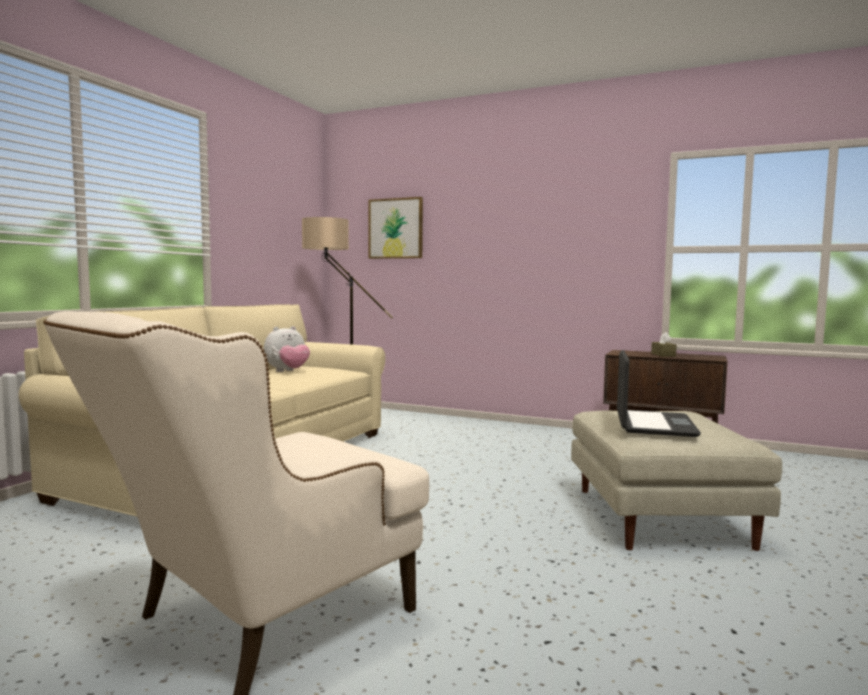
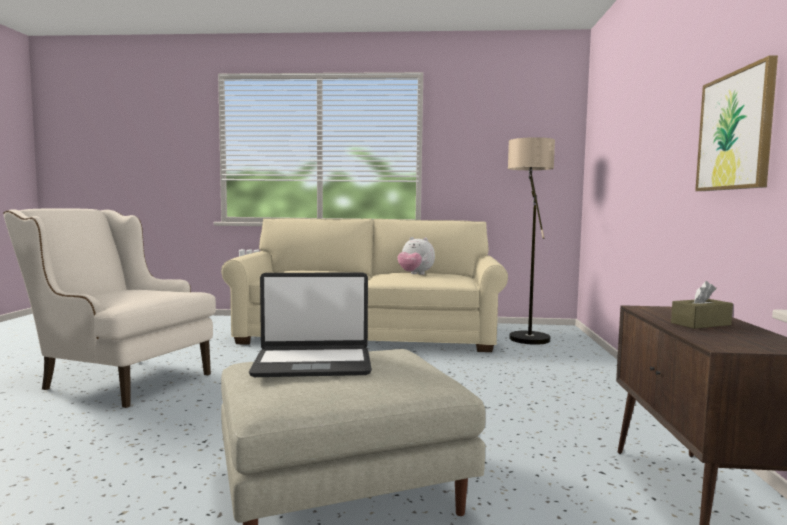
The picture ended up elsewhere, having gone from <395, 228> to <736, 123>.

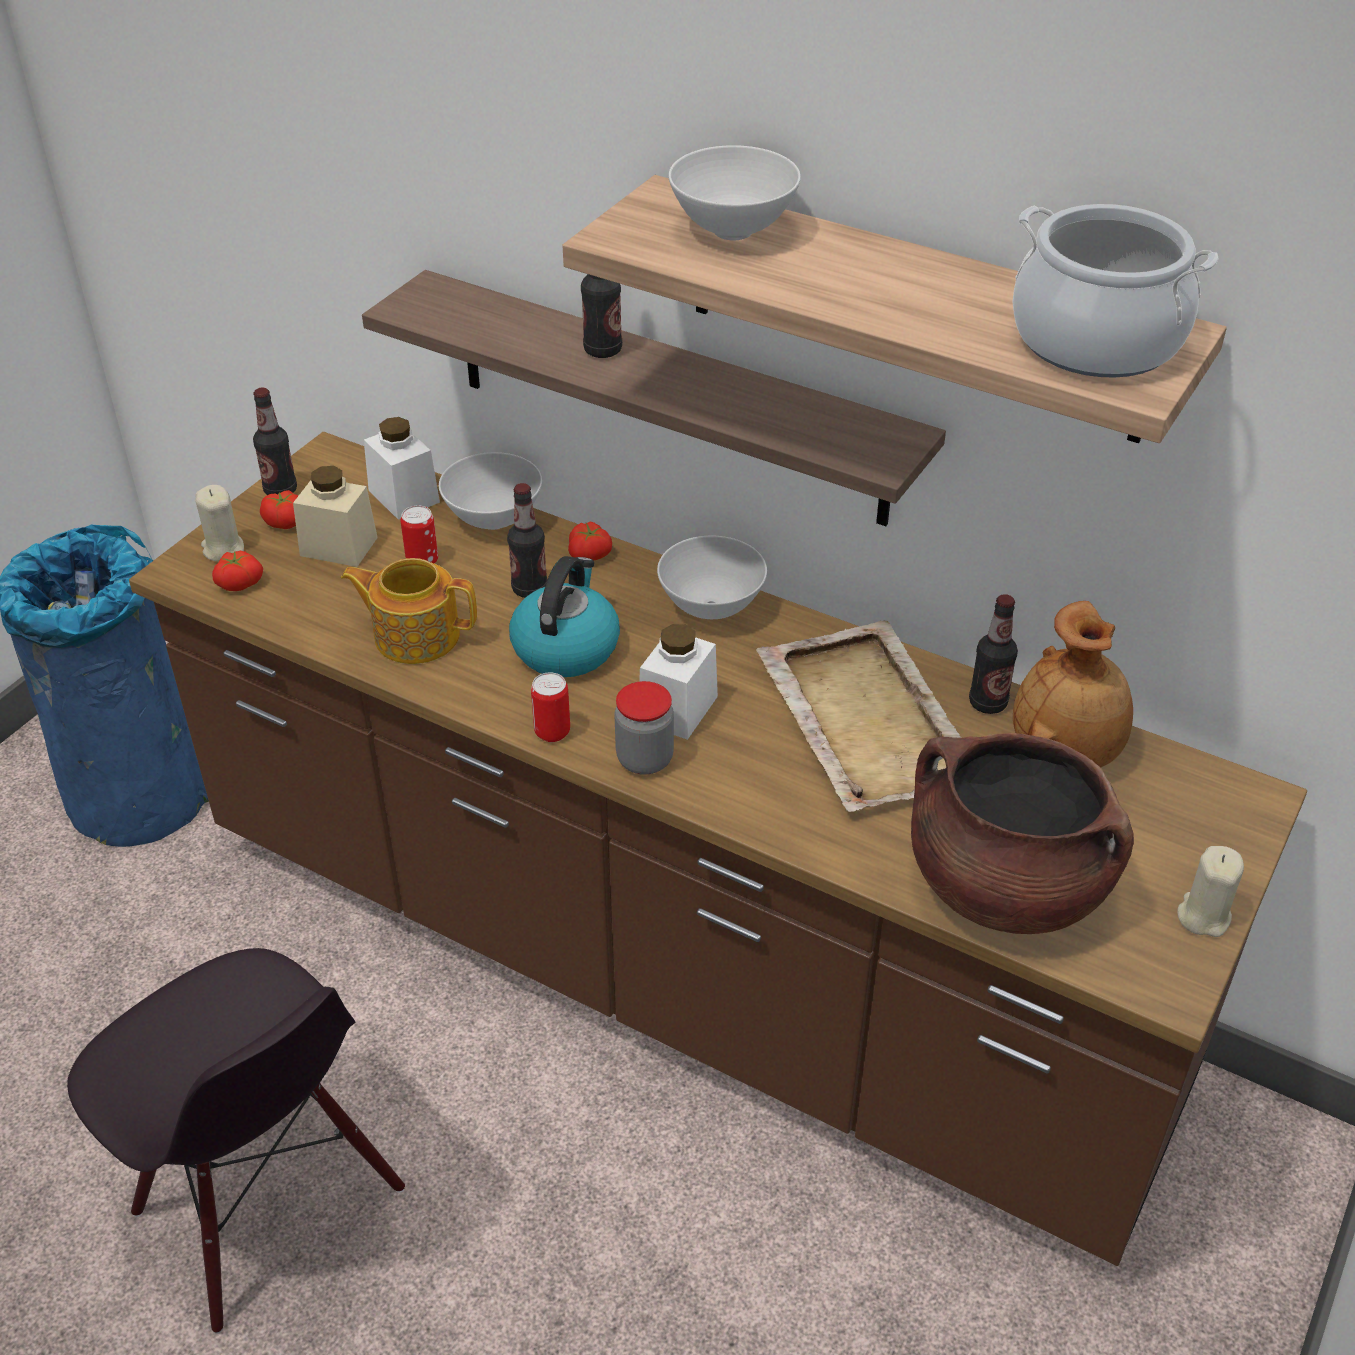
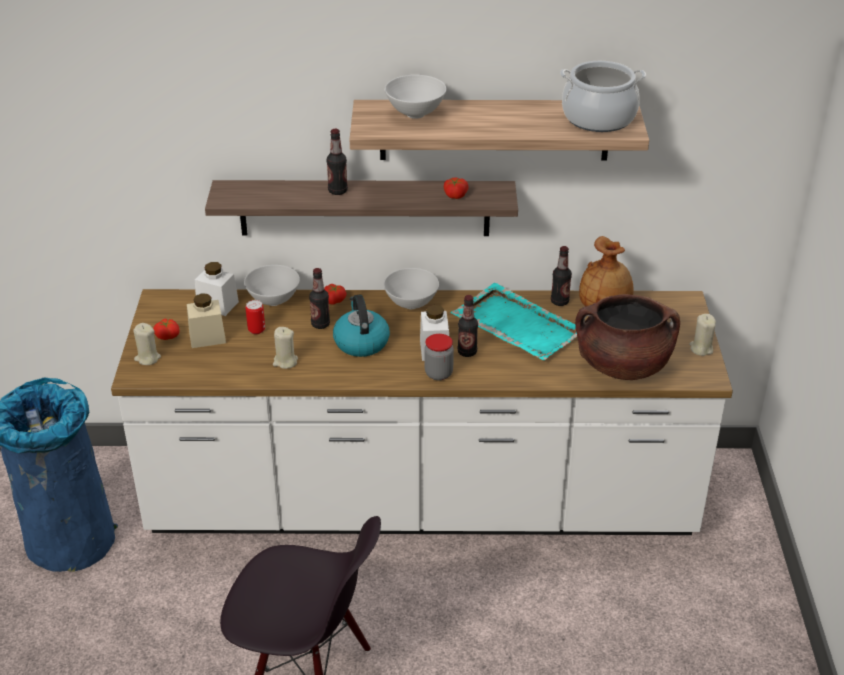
What was the brown counter at <718, 849> turned into the white counter at <422, 412>. The tomato ended up elsewhere, having gone from <237, 571> to <456, 188>. The bottle ended up elsewhere, having gone from <275, 441> to <468, 326>. Where the teapot stood at <409, 611>, the beige candle came to stand at <285, 348>. The second view lost the can at <550, 707>. What was the beige tray at <859, 716> turned into the turquoise tray at <513, 321>.

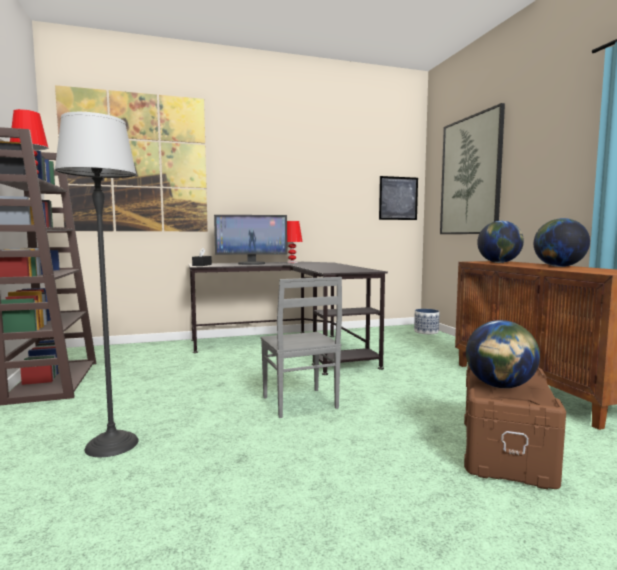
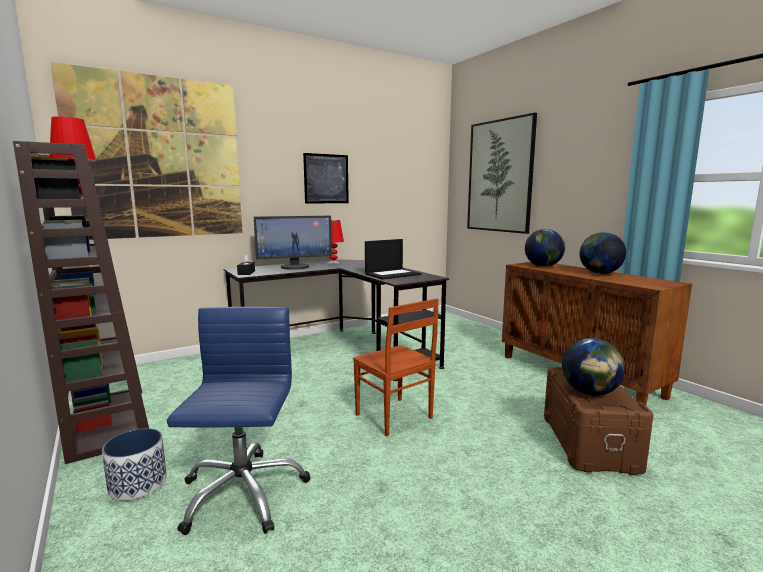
Where the floor lamp stood at <97, 284>, the blue office chair came to stand at <239, 421>. What was the grey chair at <301, 347> turned into the brown chair at <396, 367>. The picture ended up elsewhere, having gone from <398, 198> to <326, 178>. The planter ended up elsewhere, having gone from <426, 321> to <134, 464>. The second view gained the laptop at <393, 259>.

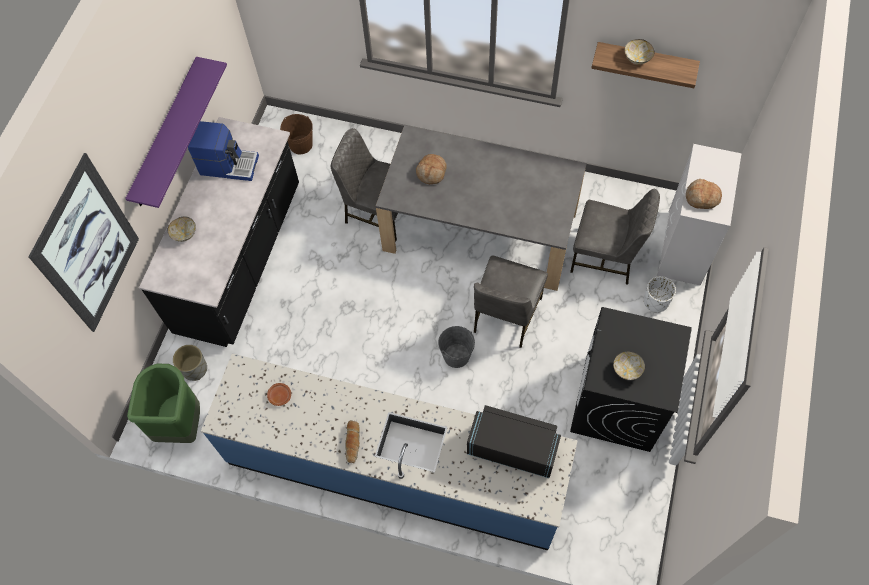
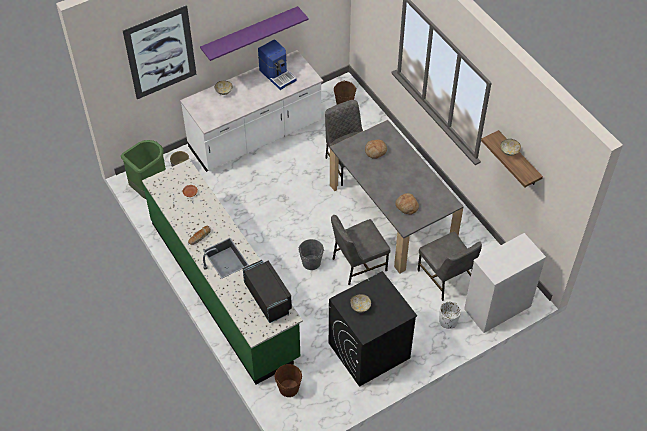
What was the black counter at <219, 232> turned into the white counter at <251, 111>. What was the blue counter at <389, 451> turned into the green counter at <222, 272>. The bread ended up elsewhere, having gone from <704, 194> to <407, 203>. The second view gained the brown bucket at <288, 380>.

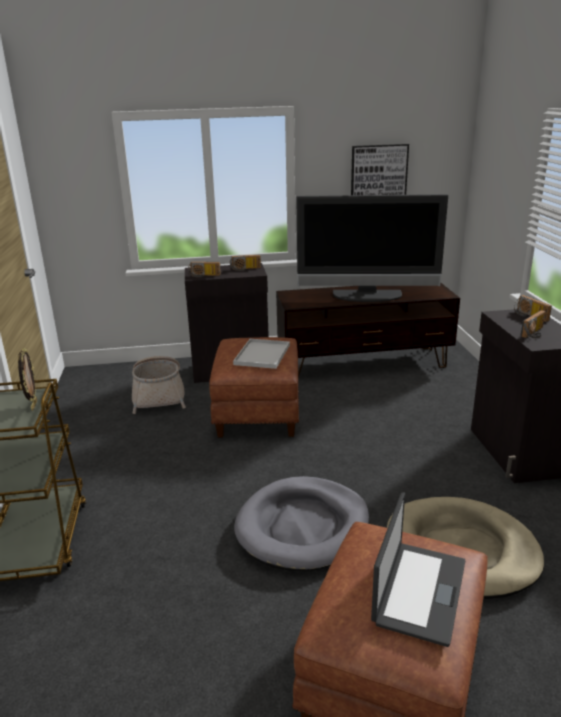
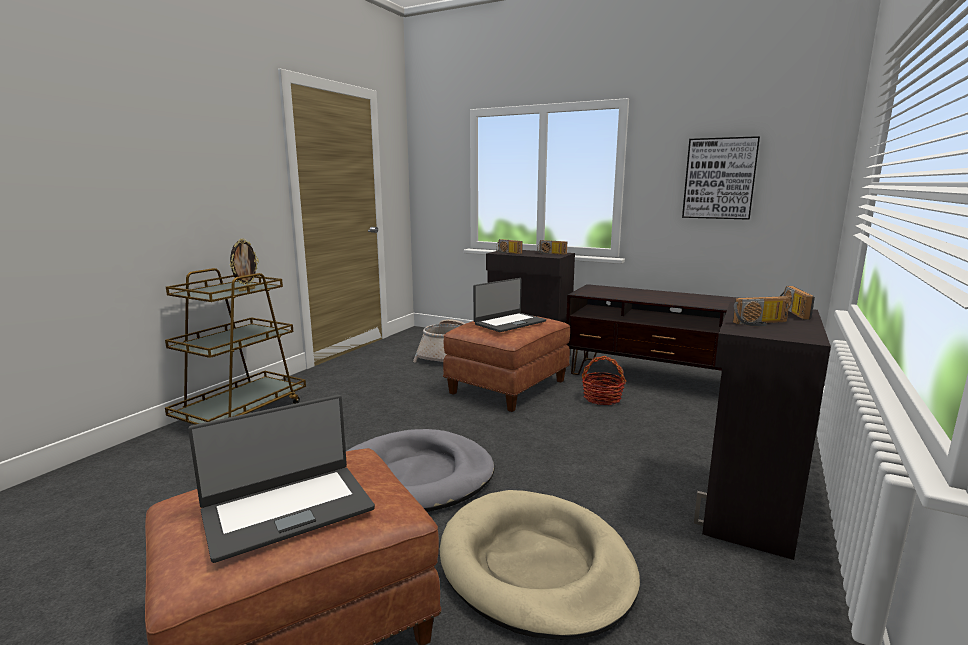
Where the white tray stood at <261, 354>, the laptop came to stand at <509, 305>. The second view lost the television at <372, 248>. The second view gained the basket at <604, 380>.

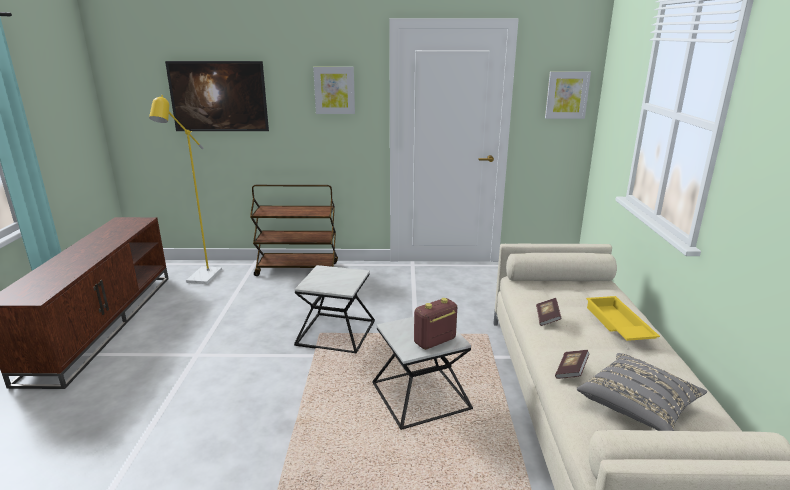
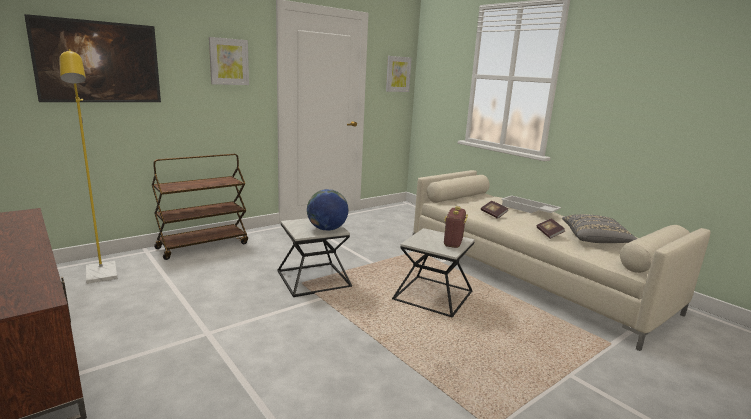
What was the yellow tray at <623, 318> turned into the white tray at <531, 204>. The second view gained the globe at <327, 210>.

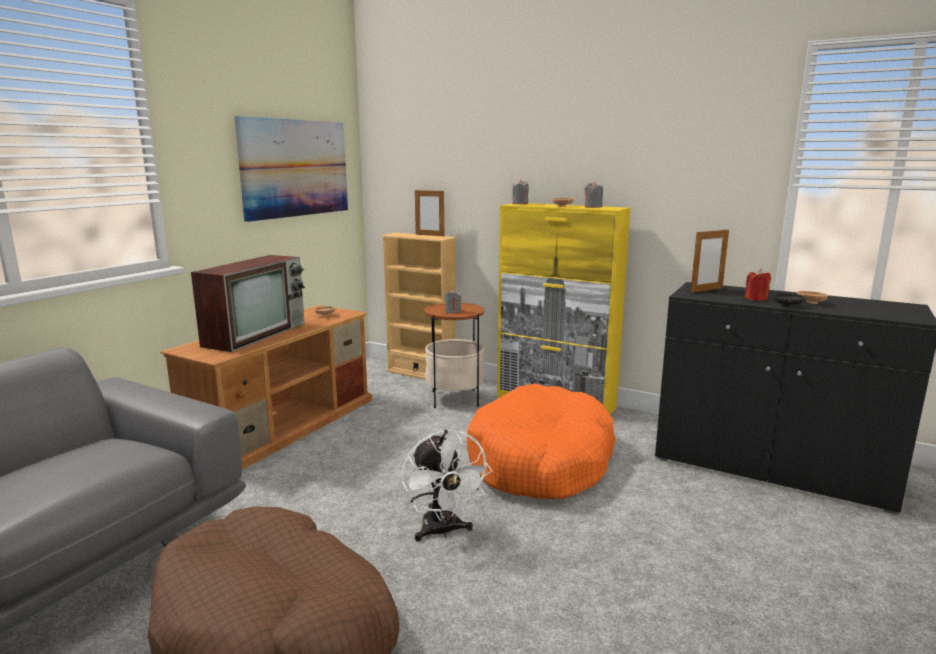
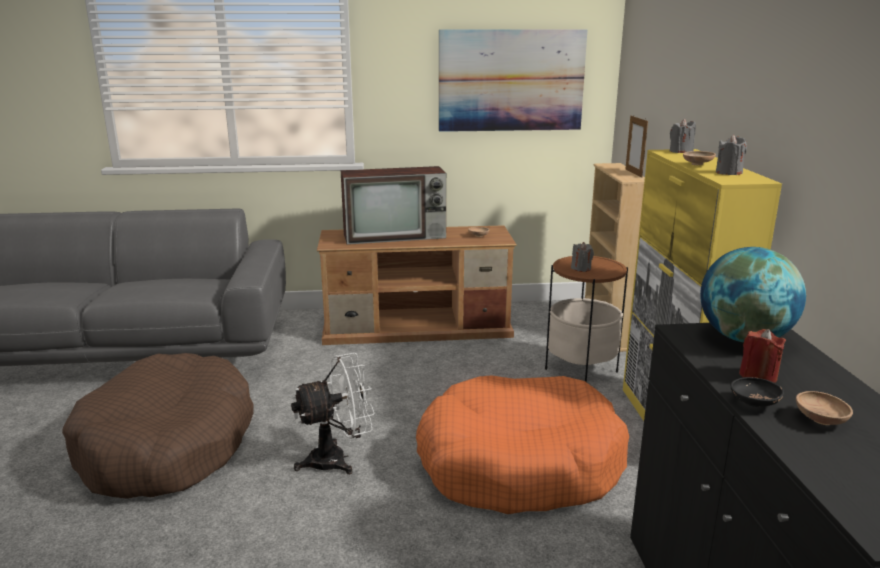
The white fan at <446, 485> ended up facing another way, 150 degrees counterclockwise from before. Where the picture frame stood at <710, 261>, the globe came to stand at <753, 295>.

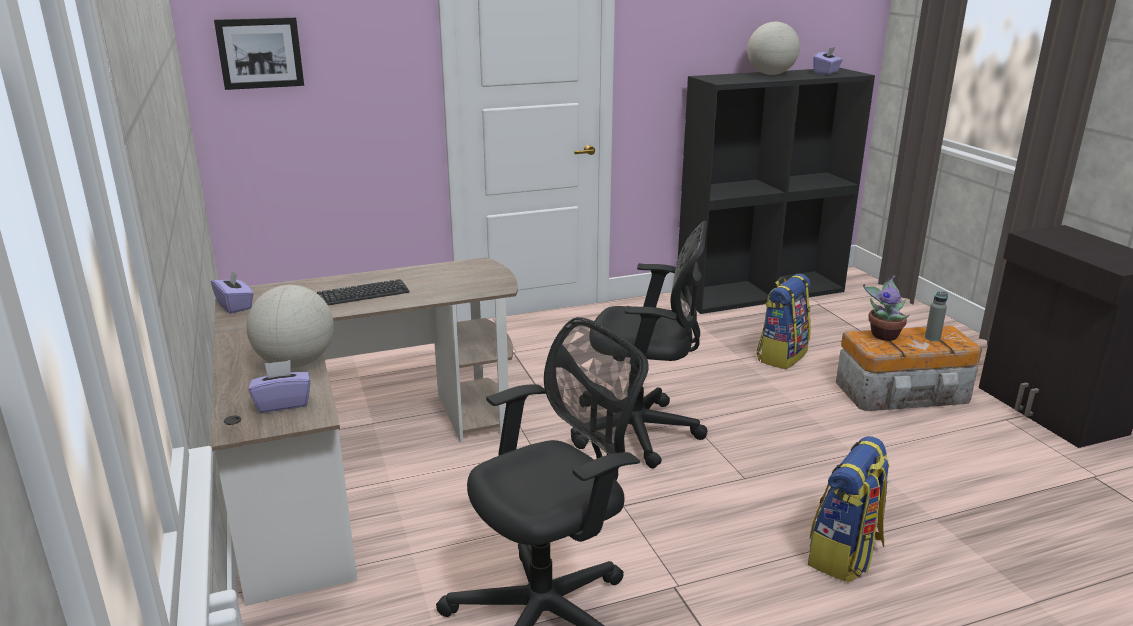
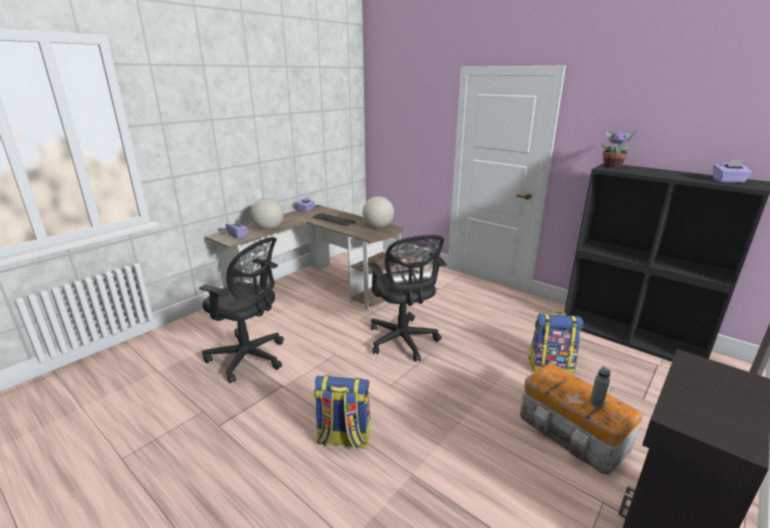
The second view lost the picture at <259, 53>. The globe ended up elsewhere, having gone from <773, 48> to <378, 212>. The potted plant ended up elsewhere, having gone from <886, 308> to <619, 148>.

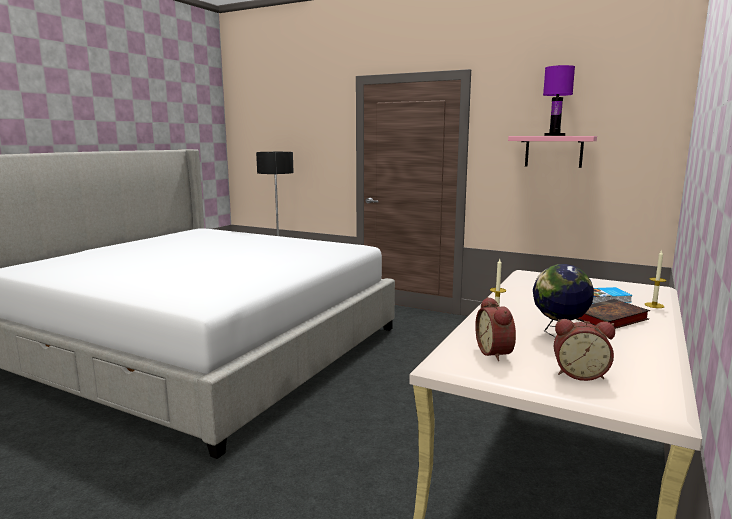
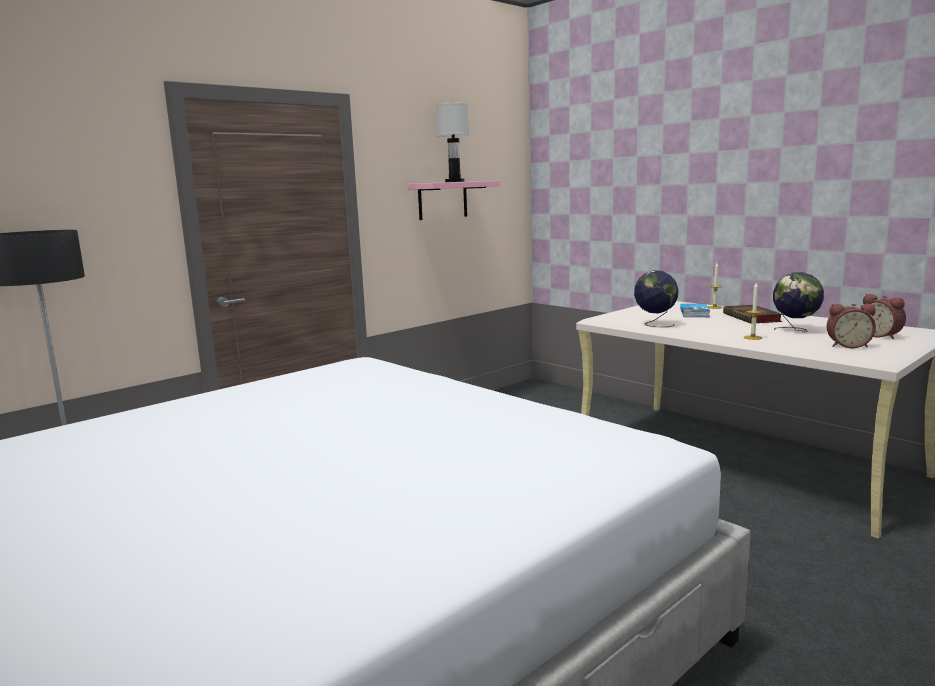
What was the purple table lamp at <559, 100> turned into the white table lamp at <452, 142>. The alarm clock at <584, 350> ended up facing another way, 120 degrees clockwise from before. The second view gained the globe at <656, 298>.

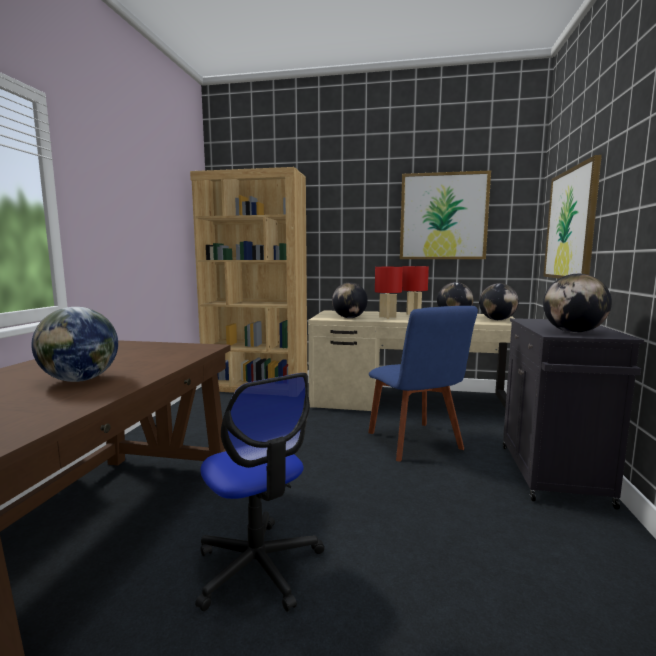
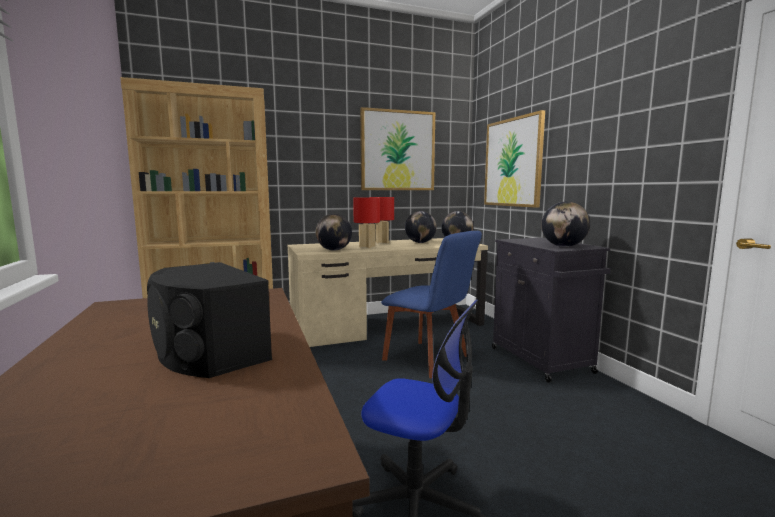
Where the globe stood at <74, 344>, the black speaker came to stand at <209, 320>.

